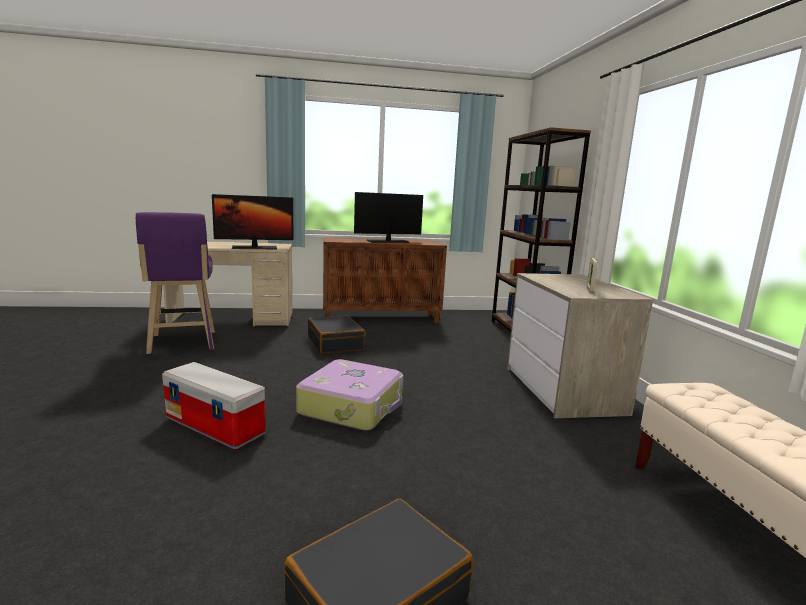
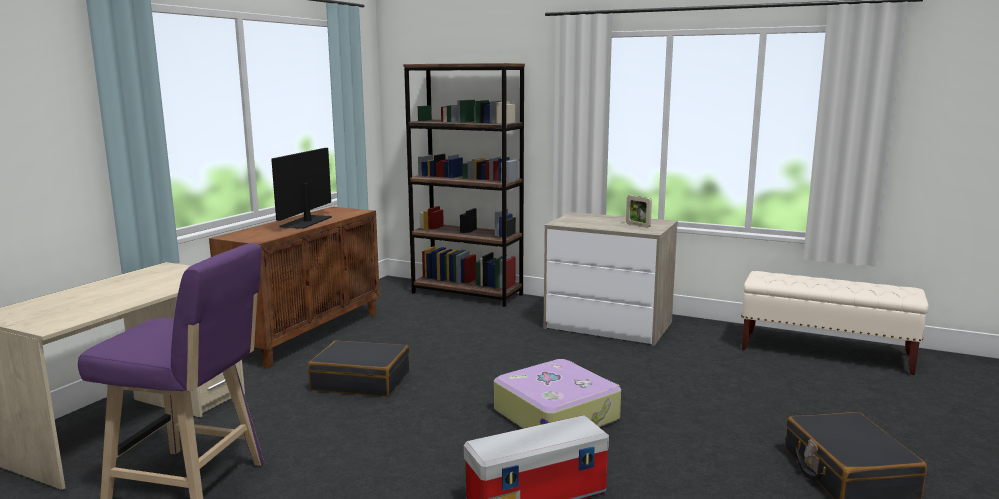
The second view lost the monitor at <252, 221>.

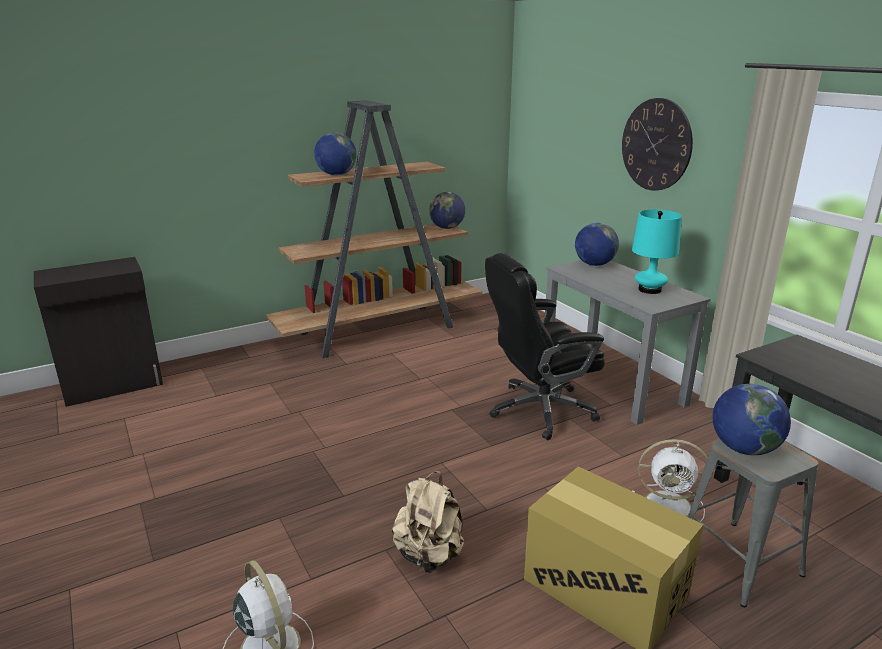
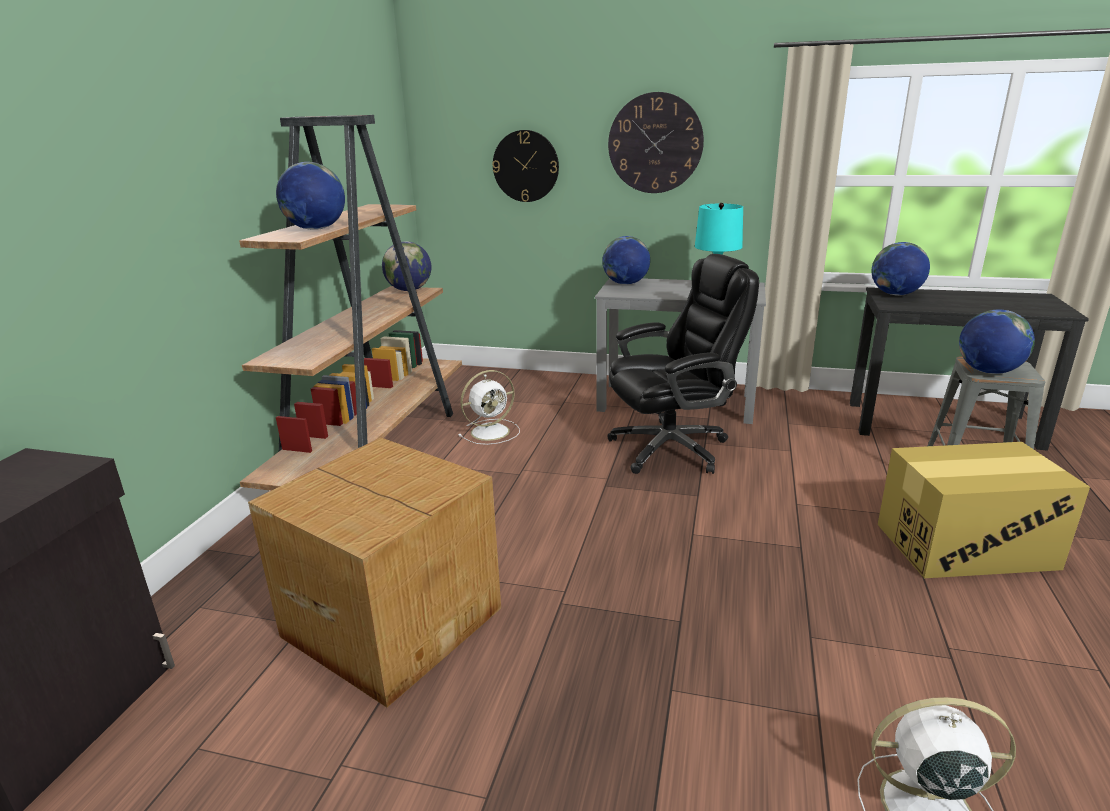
The second view lost the beige backpack at <428, 522>. The black office chair at <545, 346> ended up facing another way, 135 degrees counterclockwise from before. The white fan ended up elsewhere, having gone from <670, 480> to <489, 407>. The second view gained the cardboard box at <374, 572>. The second view gained the wall clock at <525, 166>. The second view gained the globe at <901, 268>.

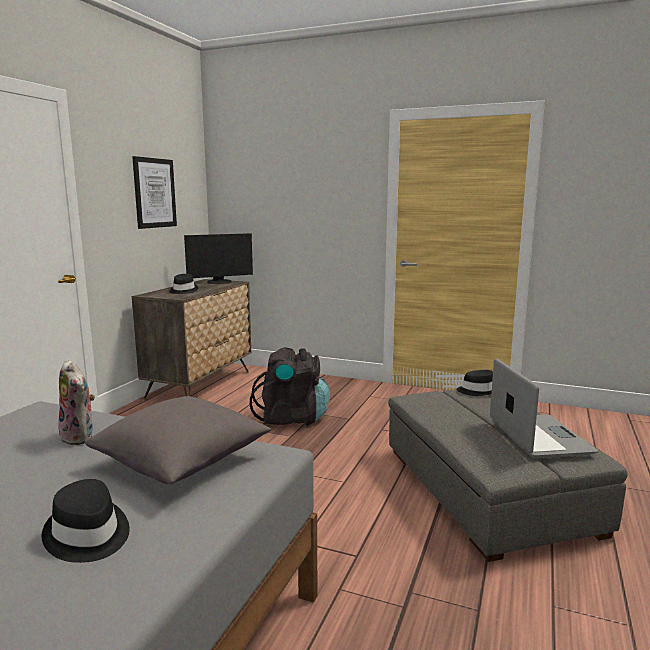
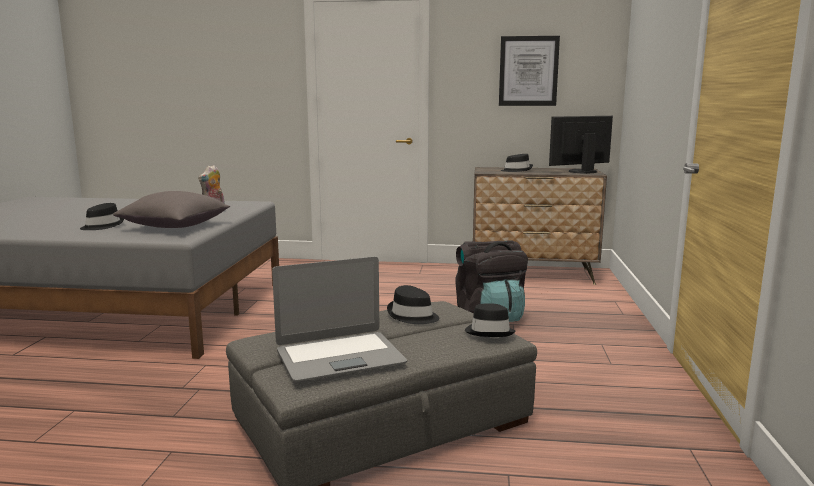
The monitor at <218, 258> ended up facing another way, 105 degrees clockwise from before. The second view gained the black hat at <413, 304>.

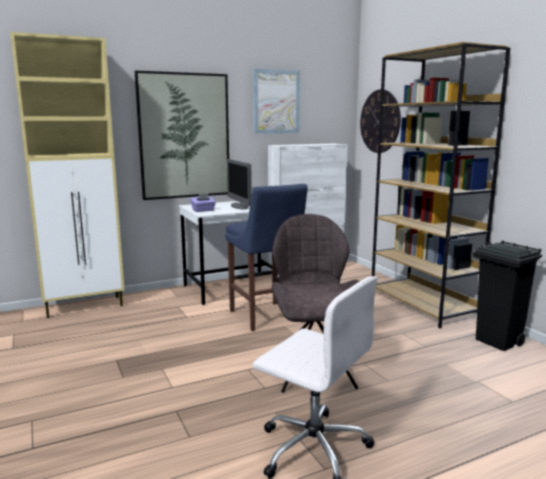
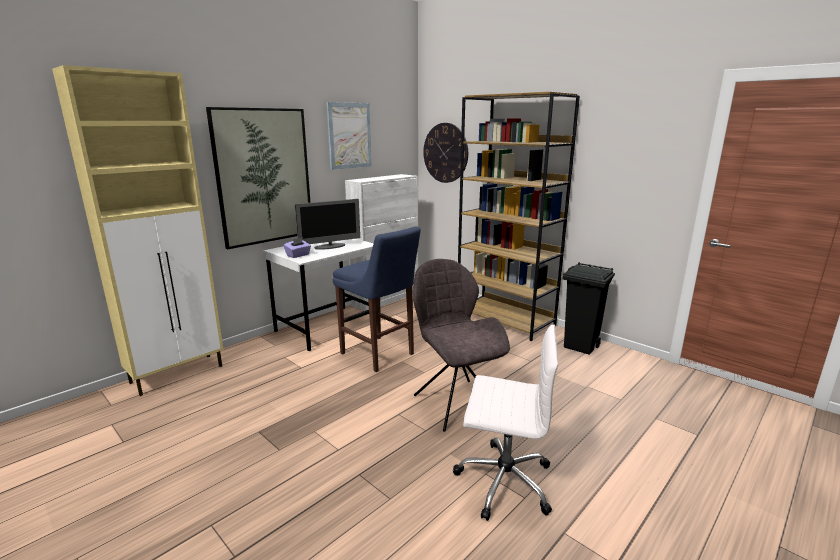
The monitor at <239, 184> ended up facing another way, 75 degrees counterclockwise from before.

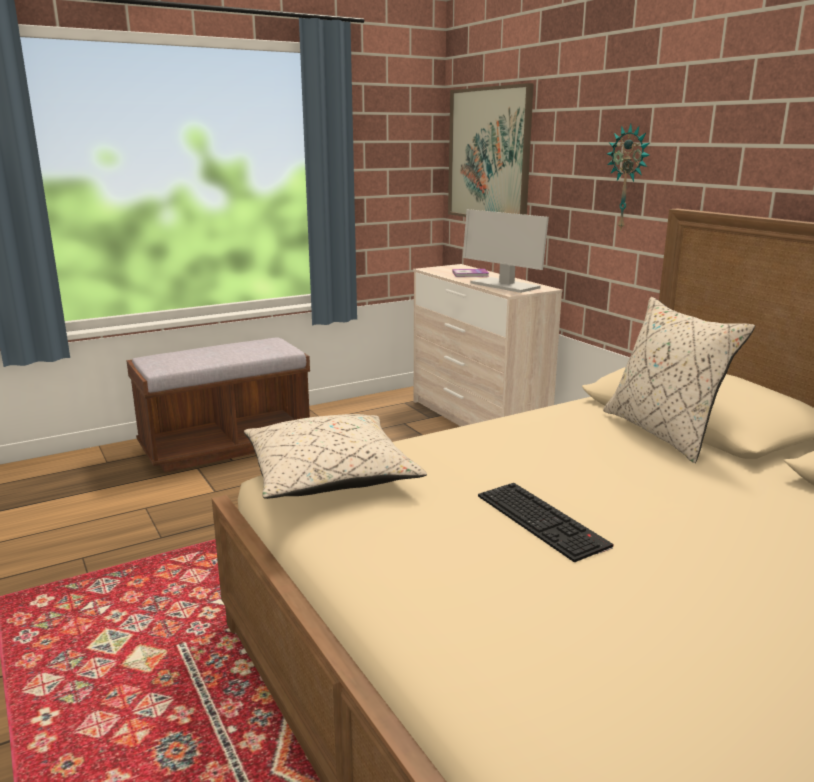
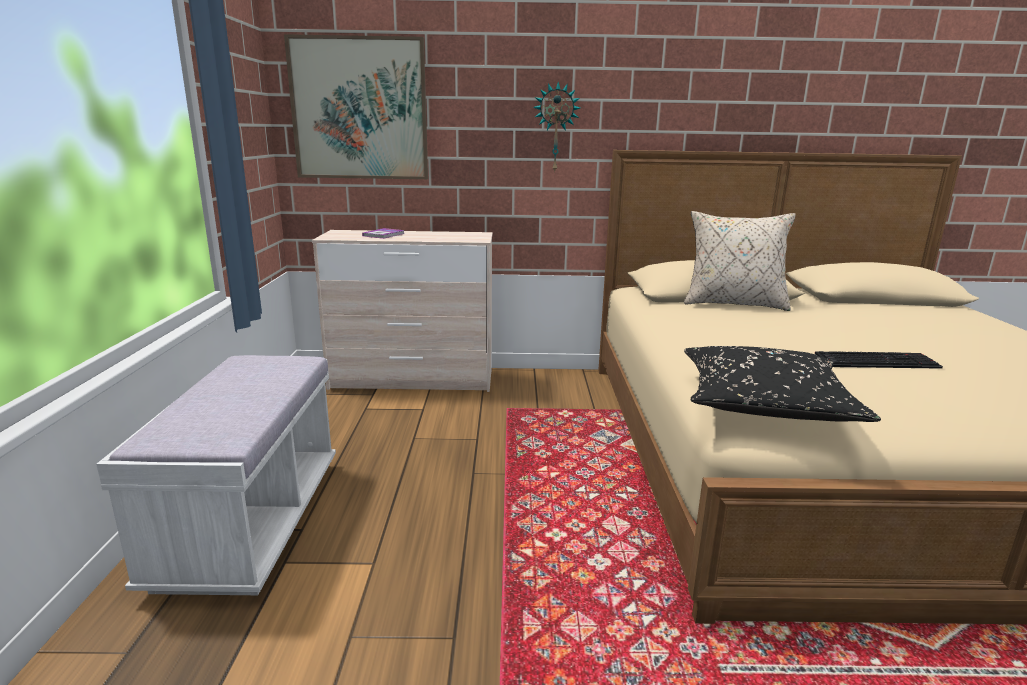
What was the brown bench at <218, 404> turned into the white bench at <216, 475>. What was the beige pillow at <335, 456> turned into the black pillow at <782, 384>. The second view lost the monitor at <506, 251>.

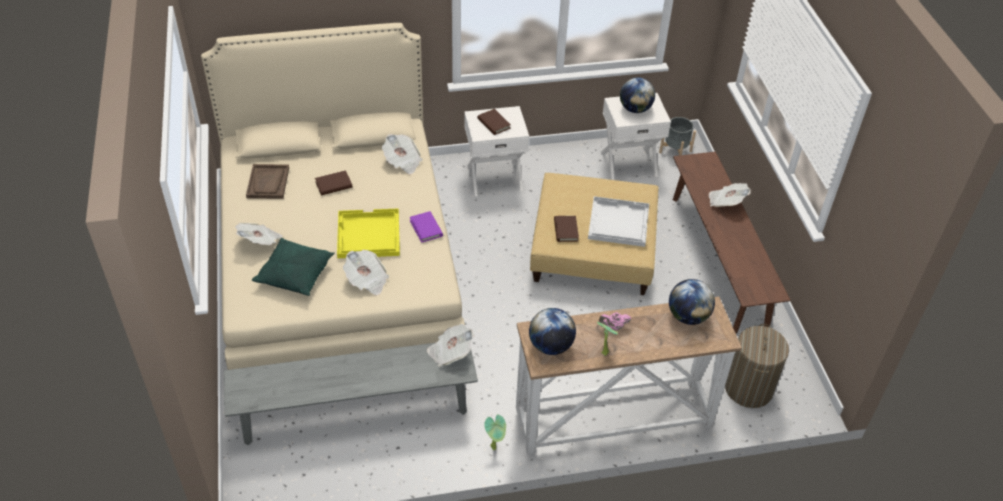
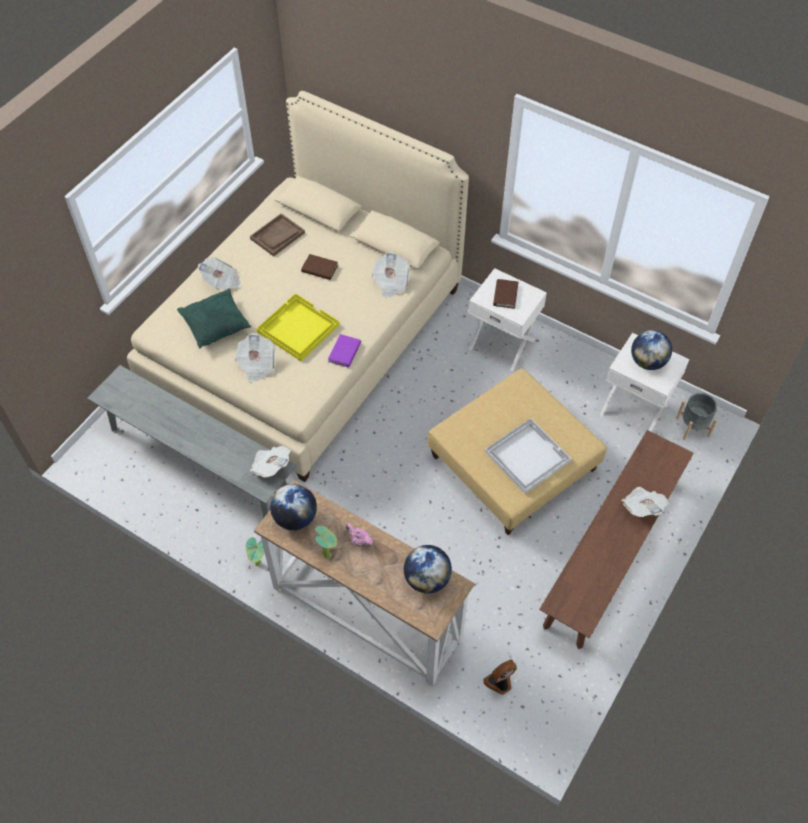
The second view lost the brown book at <566, 229>. Where the laundry basket stood at <757, 366>, the fan came to stand at <500, 677>.

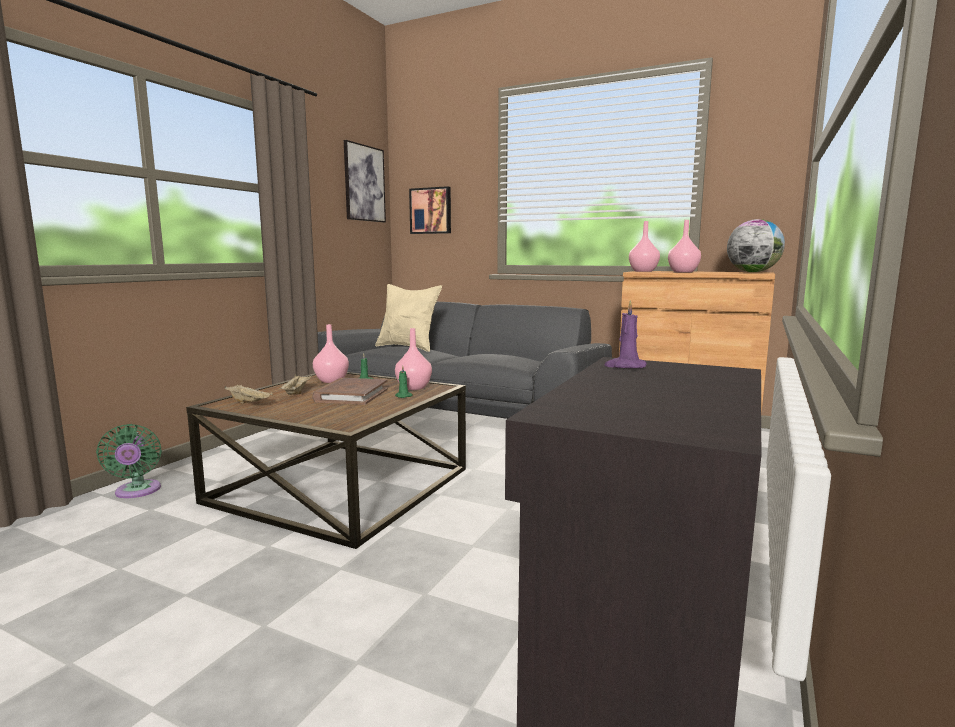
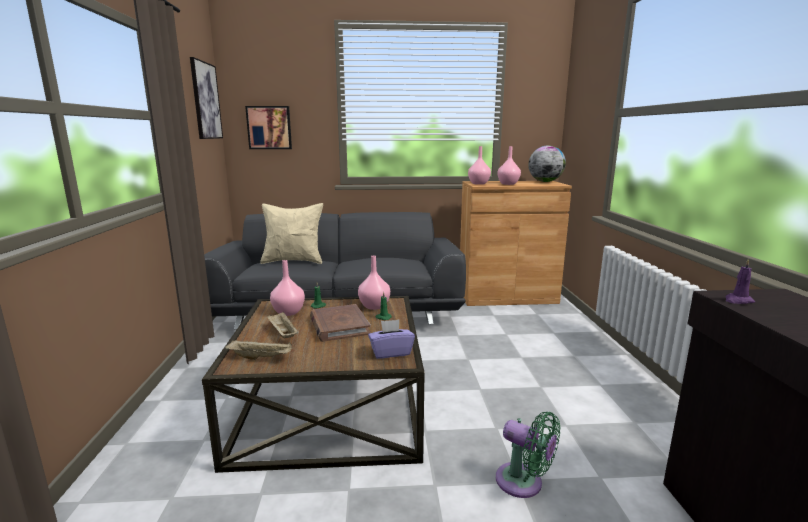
The green fan ended up elsewhere, having gone from <129, 461> to <528, 455>. The second view gained the purple tissue box at <391, 339>.

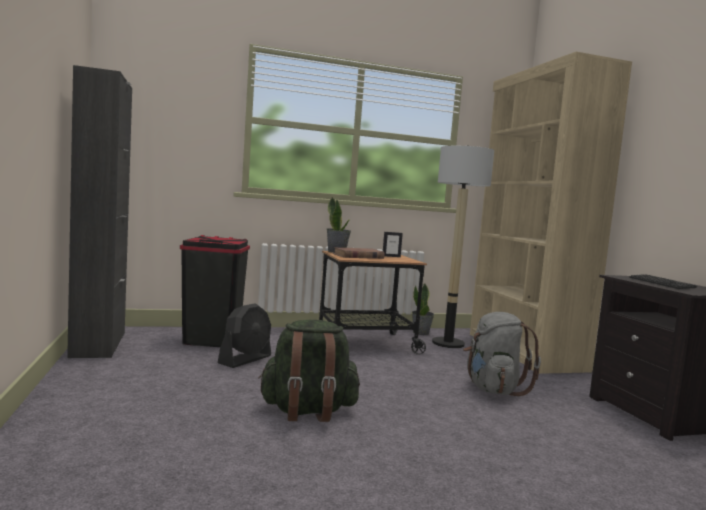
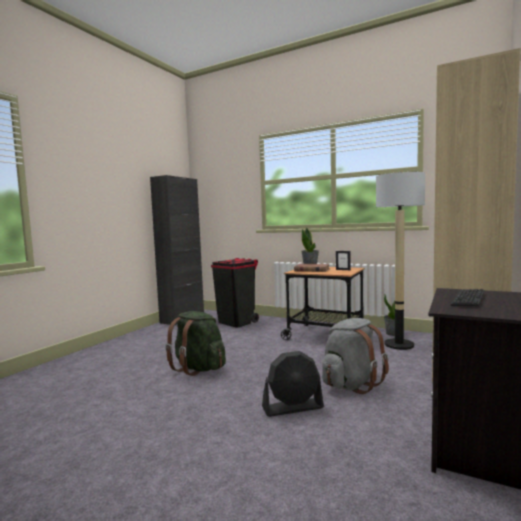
The black fan ended up elsewhere, having gone from <244, 335> to <293, 384>.

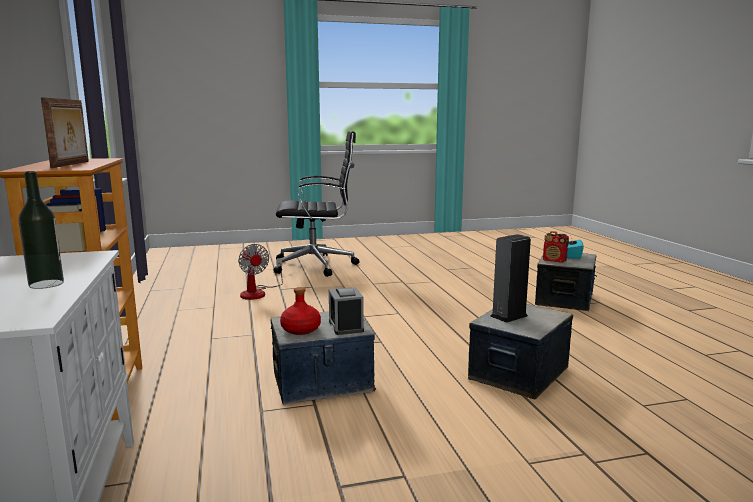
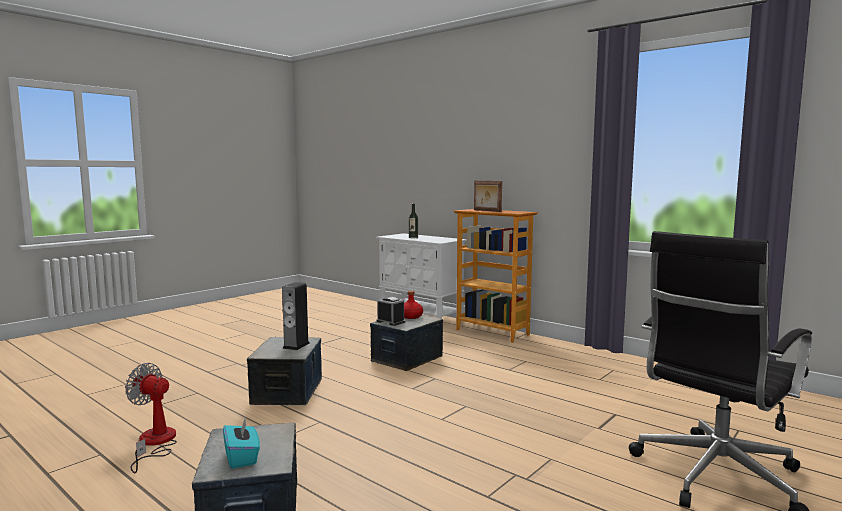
The fan ended up elsewhere, having gone from <260, 272> to <151, 418>. The second view lost the radio at <556, 247>.

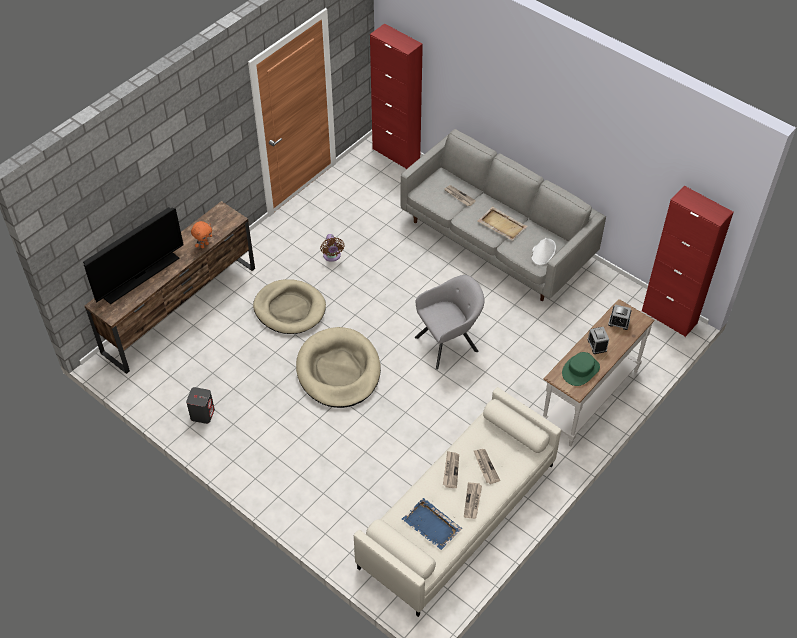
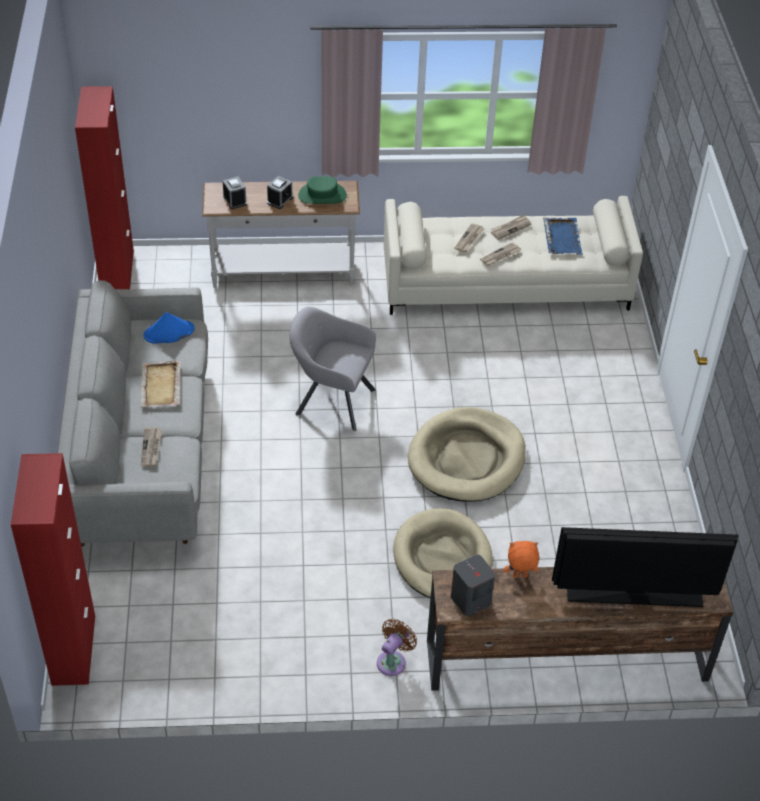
The grey speaker ended up elsewhere, having gone from <200, 405> to <473, 585>. The brown fan ended up elsewhere, having gone from <332, 248> to <397, 647>. What was the white hat at <543, 251> turned into the blue hat at <169, 328>.

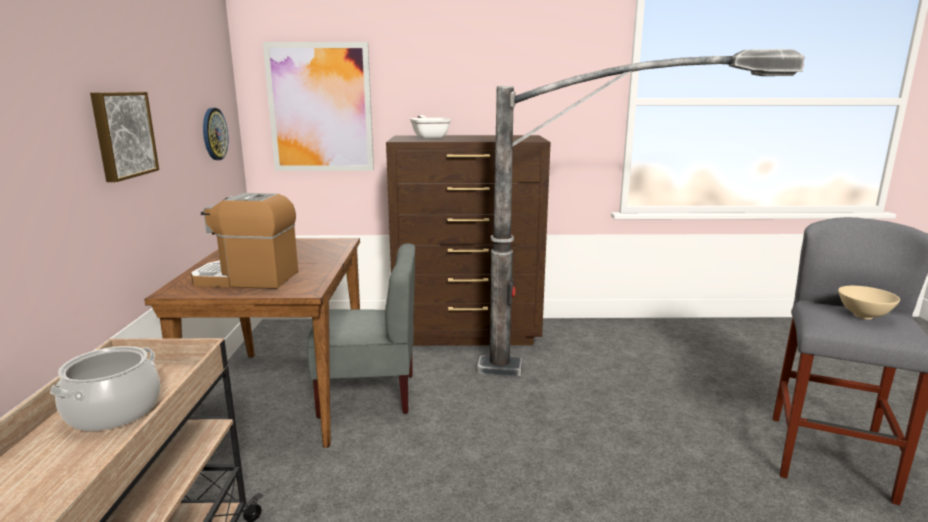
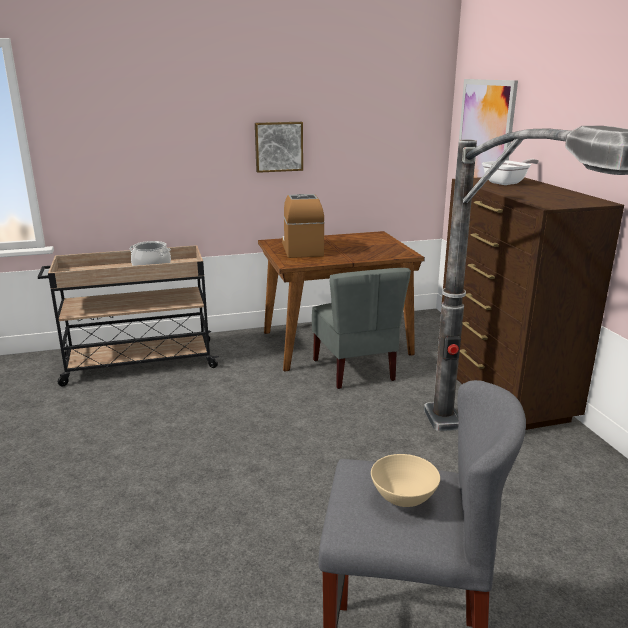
The second view lost the wall clock at <215, 134>.

